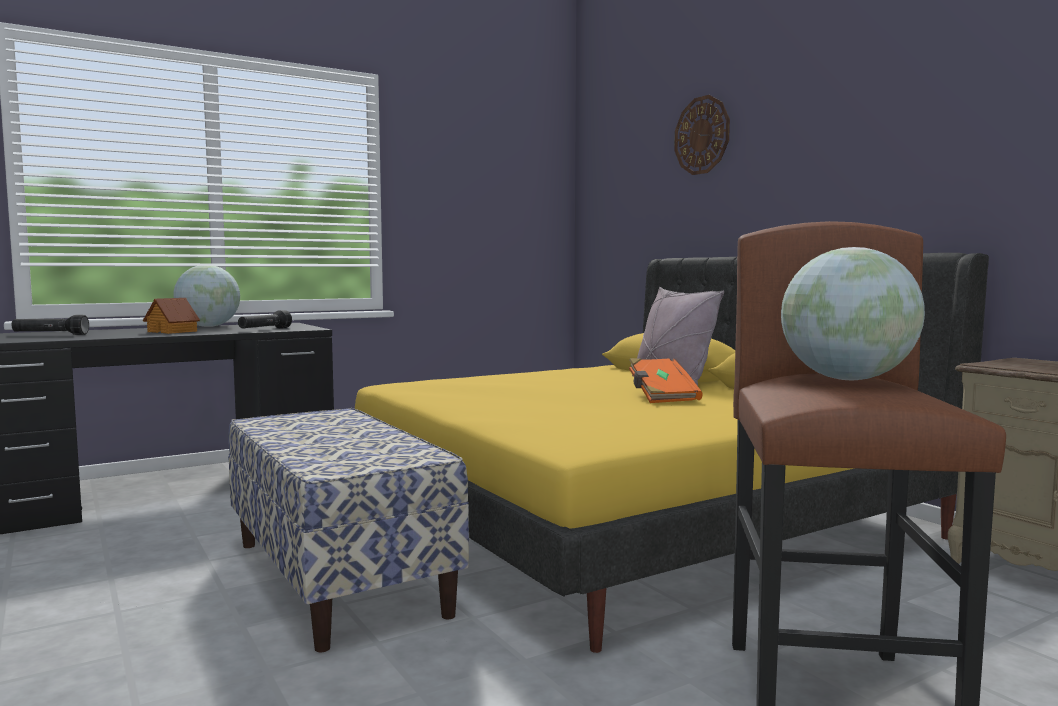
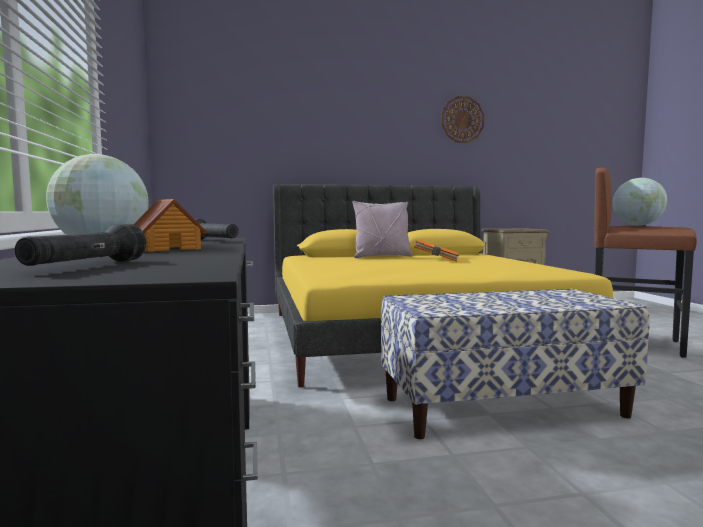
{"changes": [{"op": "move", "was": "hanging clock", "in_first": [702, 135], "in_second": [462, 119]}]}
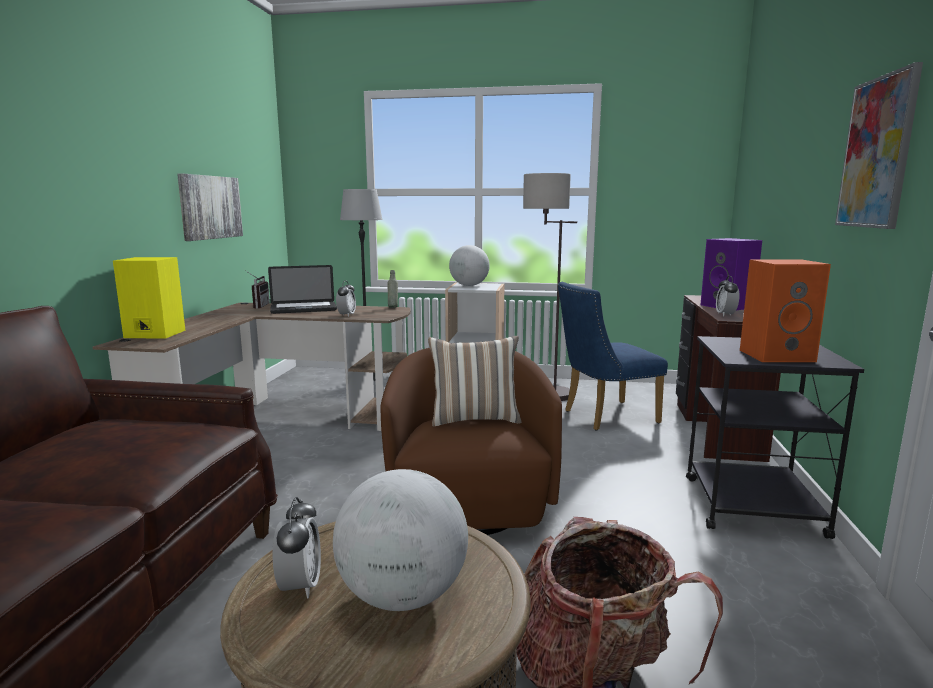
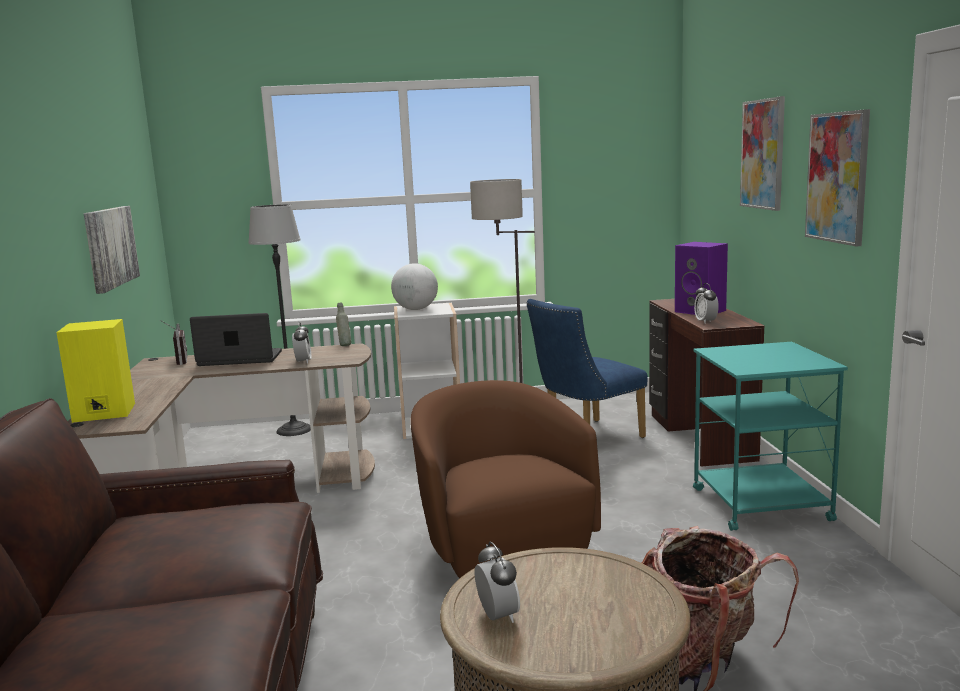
{"changes": [{"op": "rotate", "was": "portable computer", "in_first": [302, 289], "in_second": [236, 339], "clockwise": -150}, {"op": "recolor", "was": "wheeled cart in blackish", "now": "wheeled cart in turquoise-coloured", "in_first": [775, 437], "in_second": [770, 436]}, {"op": "insert", "now": "wall art", "in_second": [762, 153]}, {"op": "delete", "was": "world globe", "in_first": [400, 540]}, {"op": "delete", "was": "throw pillow", "in_first": [475, 381]}, {"op": "delete", "was": "audio speaker in orangey", "in_first": [785, 311]}]}
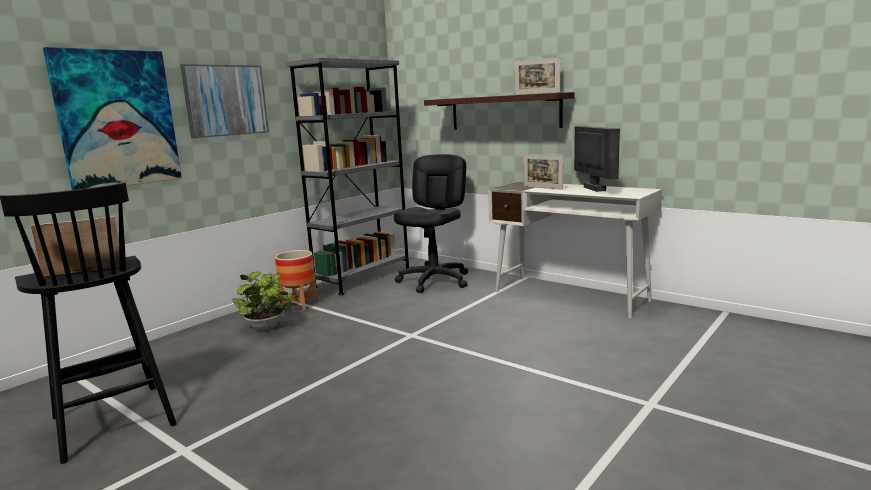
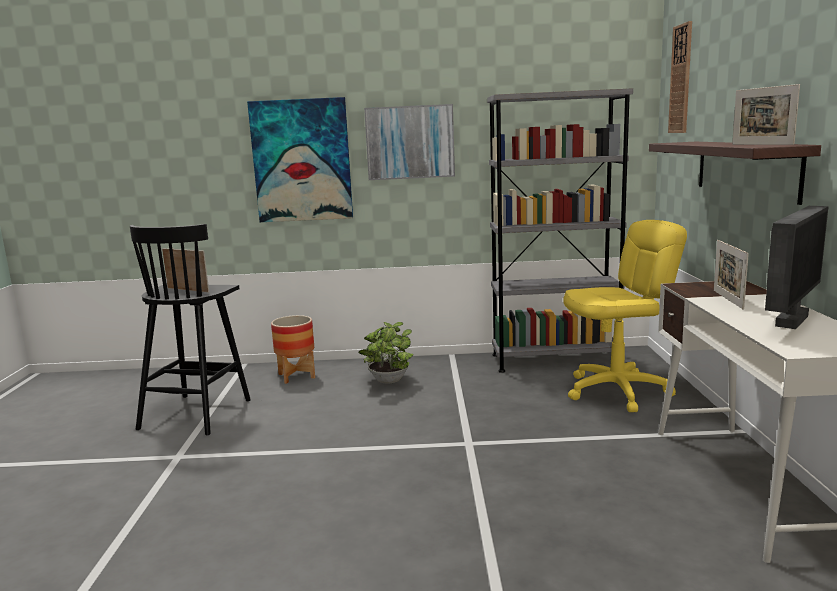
{"changes": [{"op": "move", "was": "plant pot", "in_first": [296, 280], "in_second": [293, 349]}, {"op": "recolor", "was": "computer chair in blackish", "now": "computer chair in yellowish", "in_first": [431, 223], "in_second": [625, 316]}, {"op": "insert", "now": "hanging clock", "in_second": [680, 77]}]}
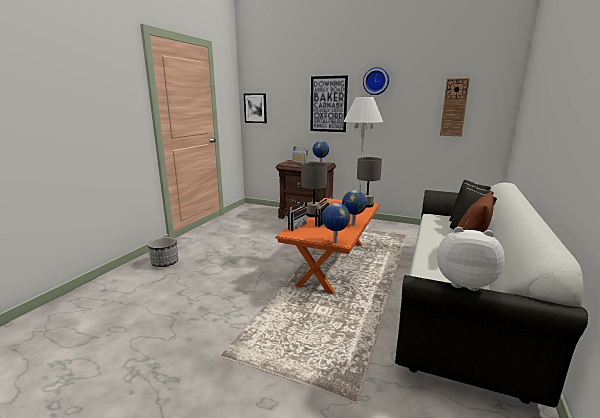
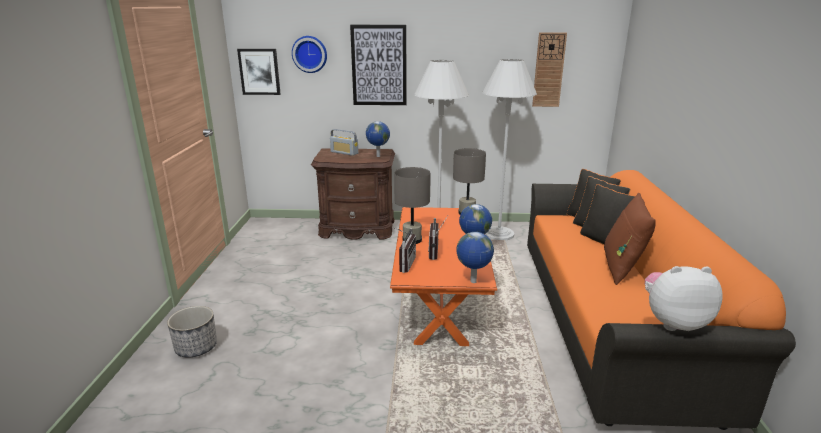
{"changes": [{"op": "move", "was": "hanging clock", "in_first": [376, 81], "in_second": [309, 54]}, {"op": "insert", "now": "standard lamp in white-coloured", "in_second": [509, 149]}, {"op": "recolor", "was": "sofa in white-coloured", "now": "sofa in orangey", "in_first": [491, 293], "in_second": [661, 299]}]}
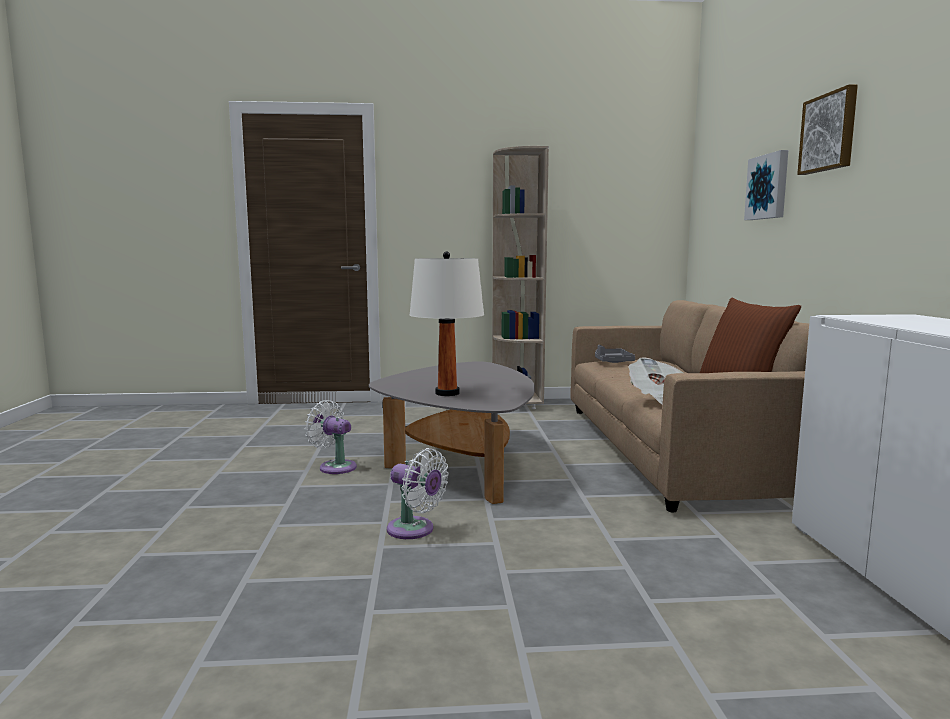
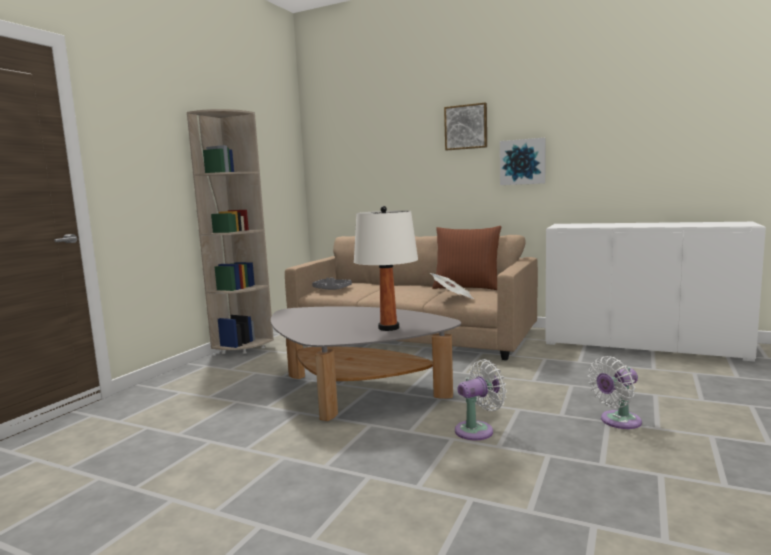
{"changes": [{"op": "move", "was": "wall art", "in_first": [766, 185], "in_second": [523, 161]}, {"op": "move", "was": "fan in white-coloured", "in_first": [331, 437], "in_second": [615, 392]}]}
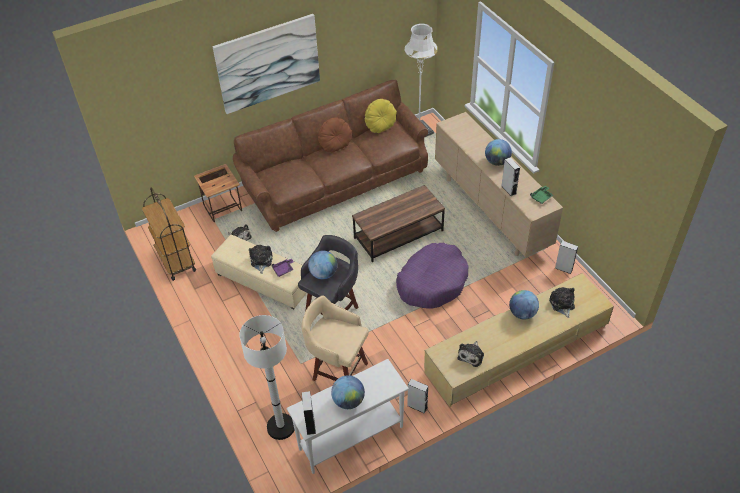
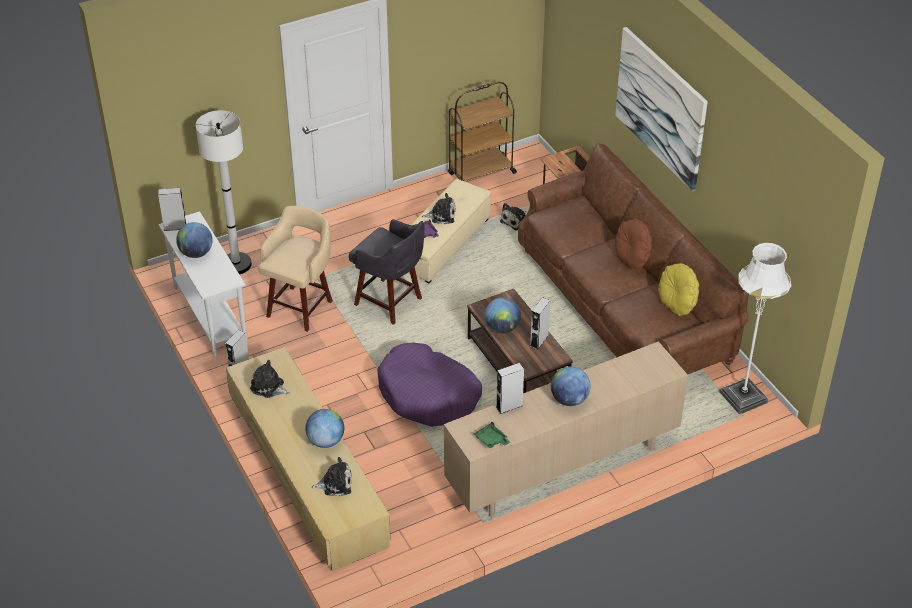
{"changes": [{"op": "move", "was": "world globe", "in_first": [322, 264], "in_second": [503, 315]}, {"op": "move", "was": "audio speaker in grey", "in_first": [566, 257], "in_second": [540, 323]}]}
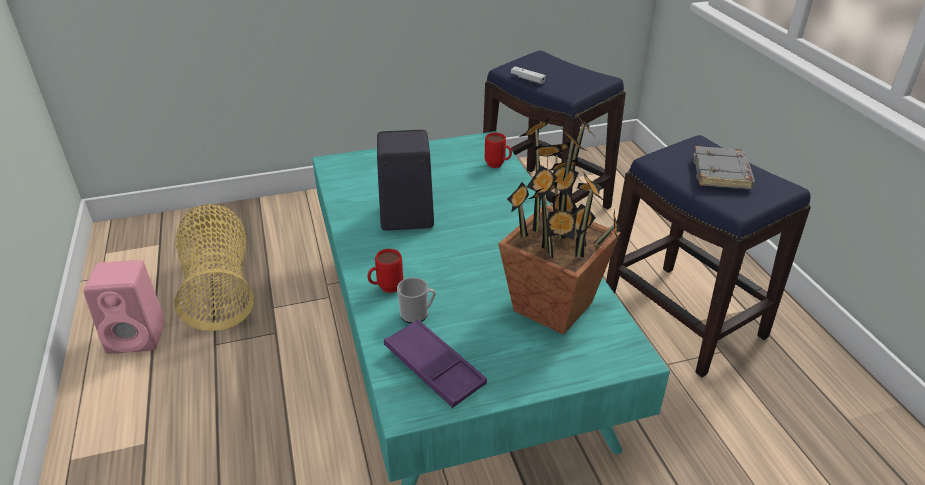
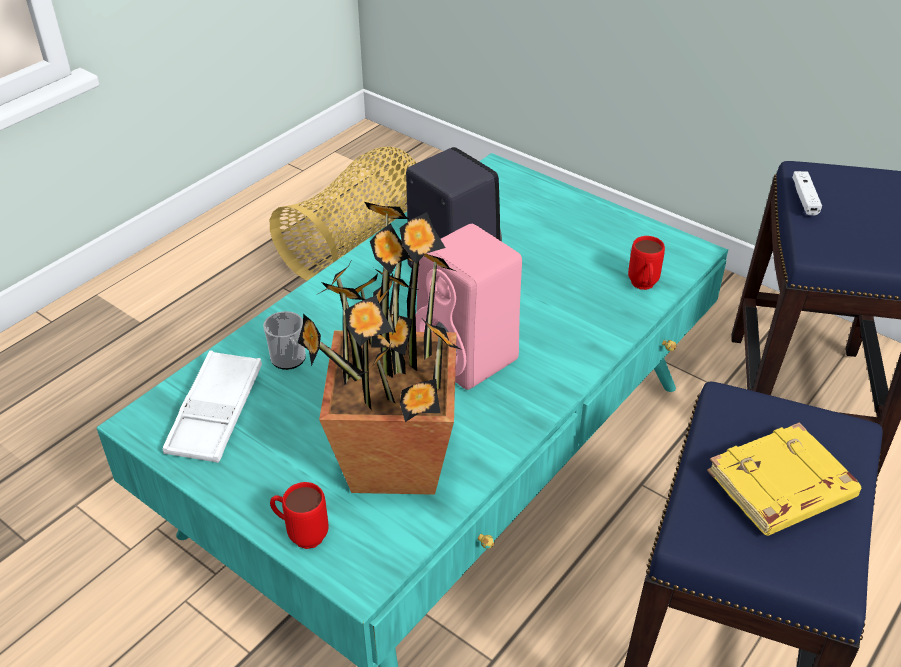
{"changes": [{"op": "recolor", "was": "serving tray in purple", "now": "serving tray in white-coloured", "in_first": [435, 363], "in_second": [212, 407]}, {"op": "move", "was": "coffee mug in red", "in_first": [385, 271], "in_second": [299, 515]}, {"op": "move", "was": "audio speaker in pink", "in_first": [124, 307], "in_second": [469, 307]}, {"op": "recolor", "was": "book in grey", "now": "book in yellowish", "in_first": [724, 167], "in_second": [784, 479]}]}
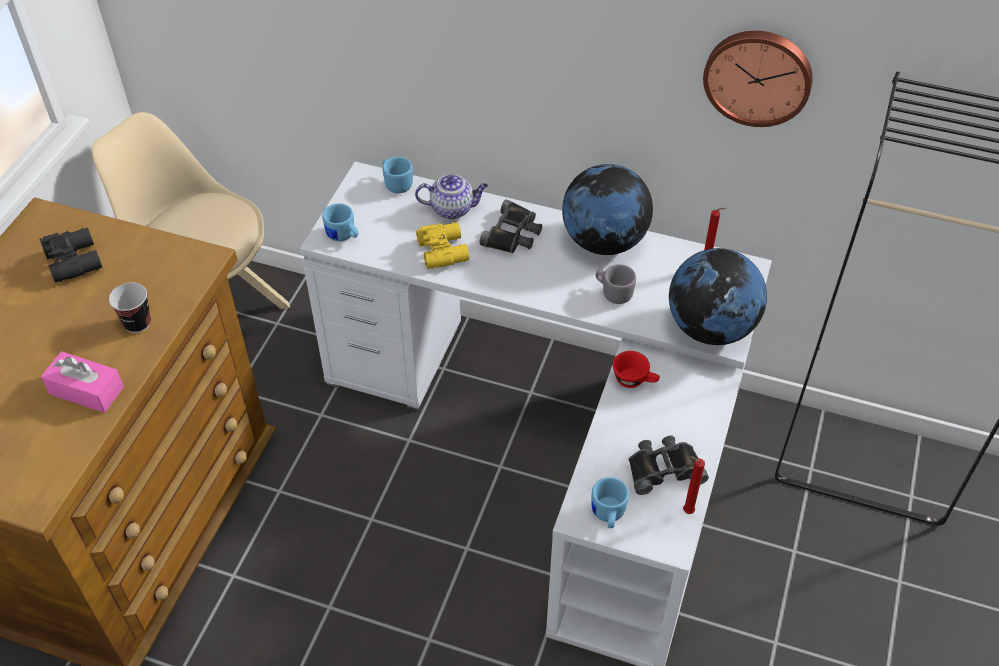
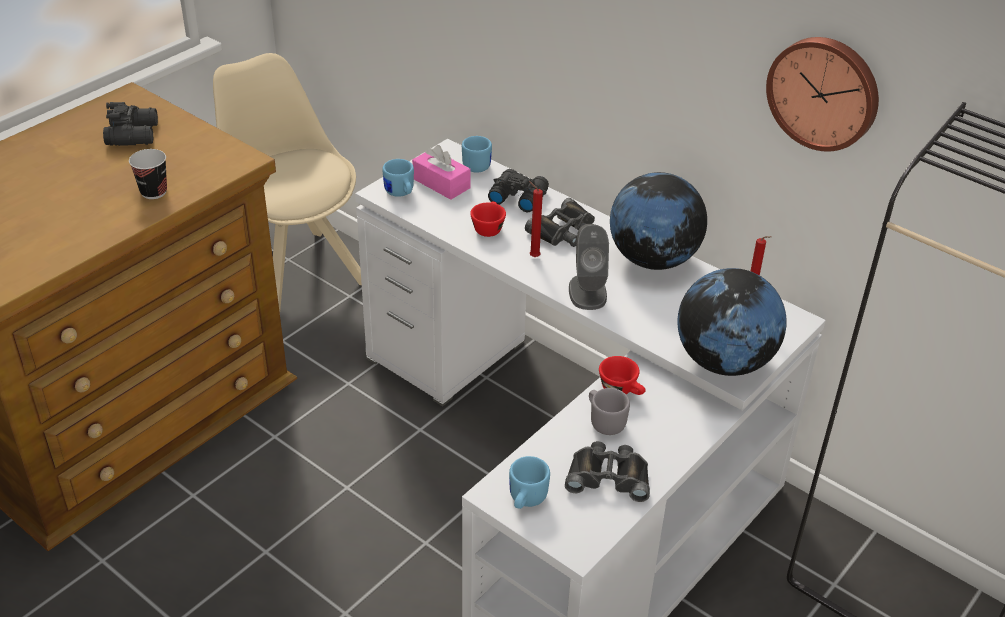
{"changes": [{"op": "move", "was": "tissue holder in pink", "in_first": [82, 382], "in_second": [441, 172]}, {"op": "replace", "was": "binoculars in yellowish", "now": "drinking cup in red", "in_first": [442, 245], "in_second": [488, 219]}, {"op": "replace", "was": "pot for tea", "now": "binoculars in blackish", "in_first": [451, 196], "in_second": [518, 190]}, {"op": "move", "was": "wax light in red", "in_first": [694, 485], "in_second": [536, 219]}, {"op": "insert", "now": "audio speaker in grey", "in_second": [589, 267]}, {"op": "move", "was": "coffee mug in grey", "in_first": [616, 284], "in_second": [609, 411]}]}
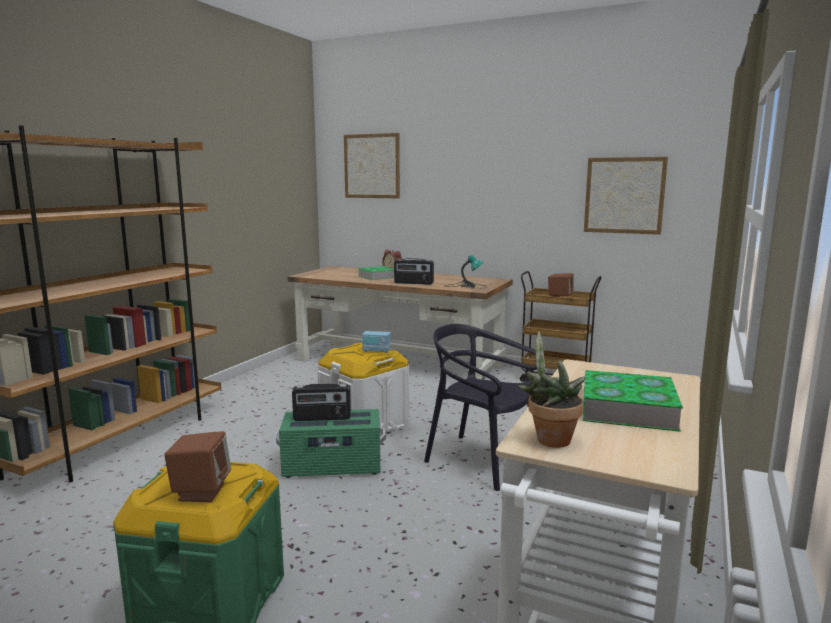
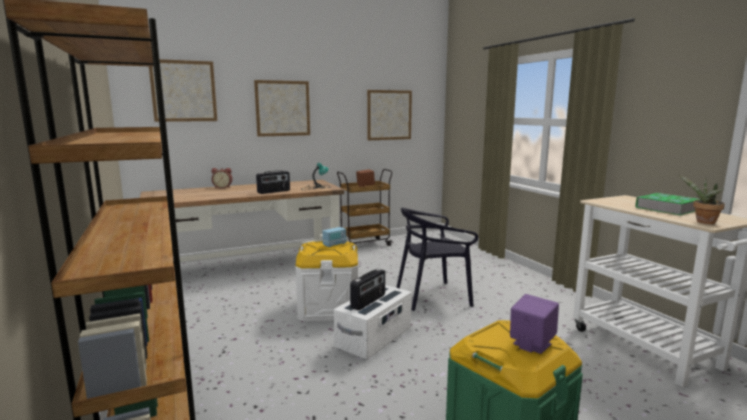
{"changes": [{"op": "insert", "now": "wall art", "in_second": [282, 108]}, {"op": "recolor", "was": "storage bin in green", "now": "storage bin in white-coloured", "in_first": [331, 443], "in_second": [373, 322]}, {"op": "recolor", "was": "audio speaker in brown-coloured", "now": "audio speaker in purple", "in_first": [197, 466], "in_second": [534, 324]}, {"op": "delete", "was": "book", "in_first": [376, 273]}]}
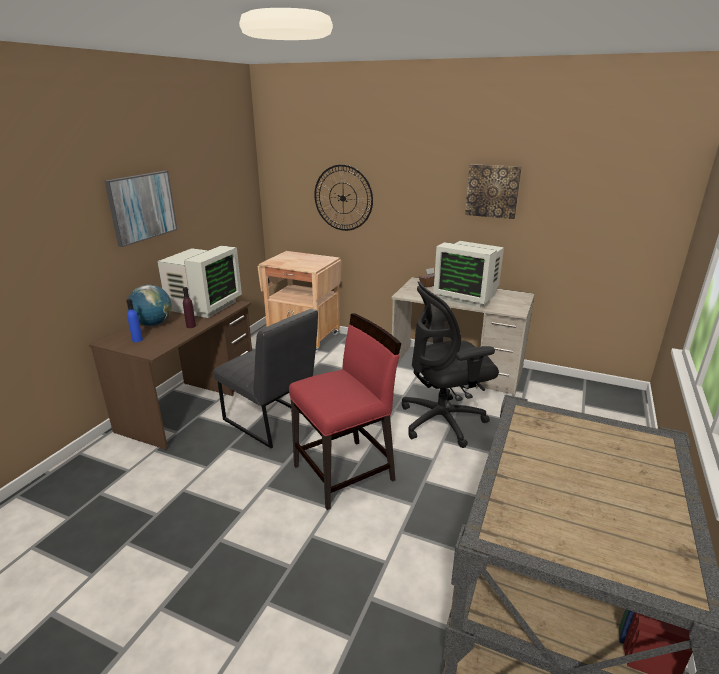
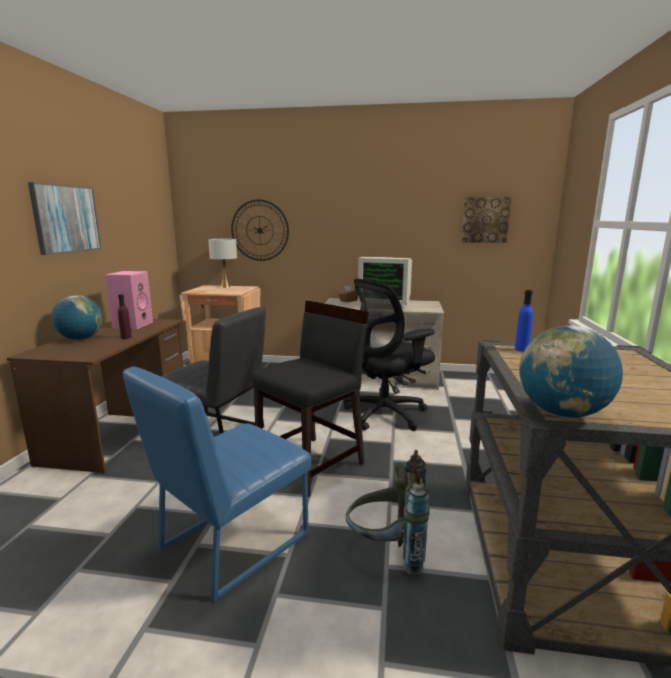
{"changes": [{"op": "replace", "was": "monitor", "now": "audio speaker in pink", "in_first": [199, 281], "in_second": [129, 300]}, {"op": "insert", "now": "chair in blue-coloured", "in_second": [217, 484]}, {"op": "insert", "now": "tabletop lamp in white-coloured", "in_second": [222, 263]}, {"op": "recolor", "was": "chair in red", "now": "chair in blackish", "in_first": [345, 411], "in_second": [310, 399]}, {"op": "insert", "now": "backpack in grey", "in_second": [388, 512]}, {"op": "move", "was": "wall art", "in_first": [493, 191], "in_second": [486, 220]}, {"op": "move", "was": "bottle in blue-coloured", "in_first": [134, 320], "in_second": [524, 321]}, {"op": "insert", "now": "world globe", "in_second": [571, 371]}]}
